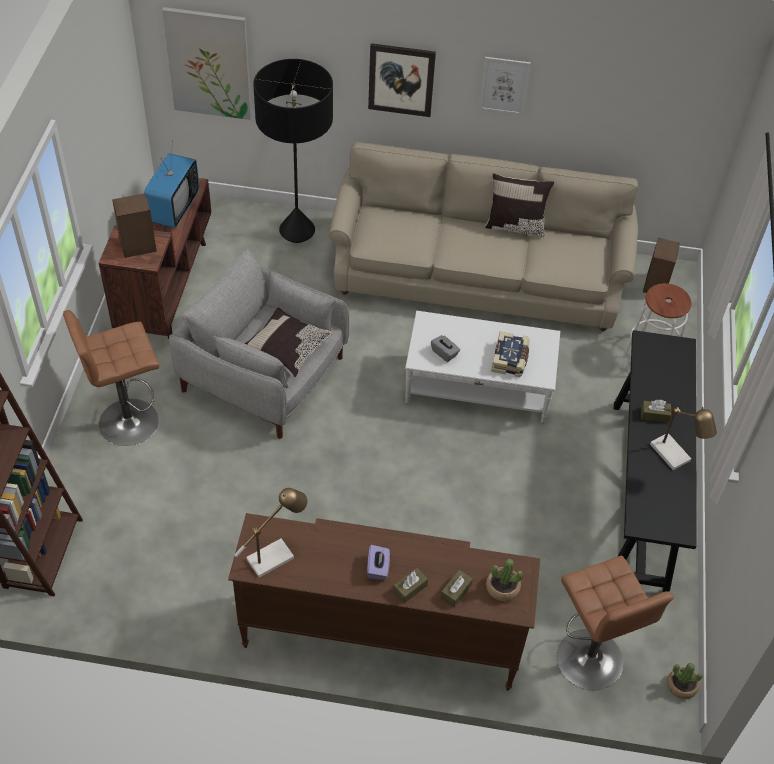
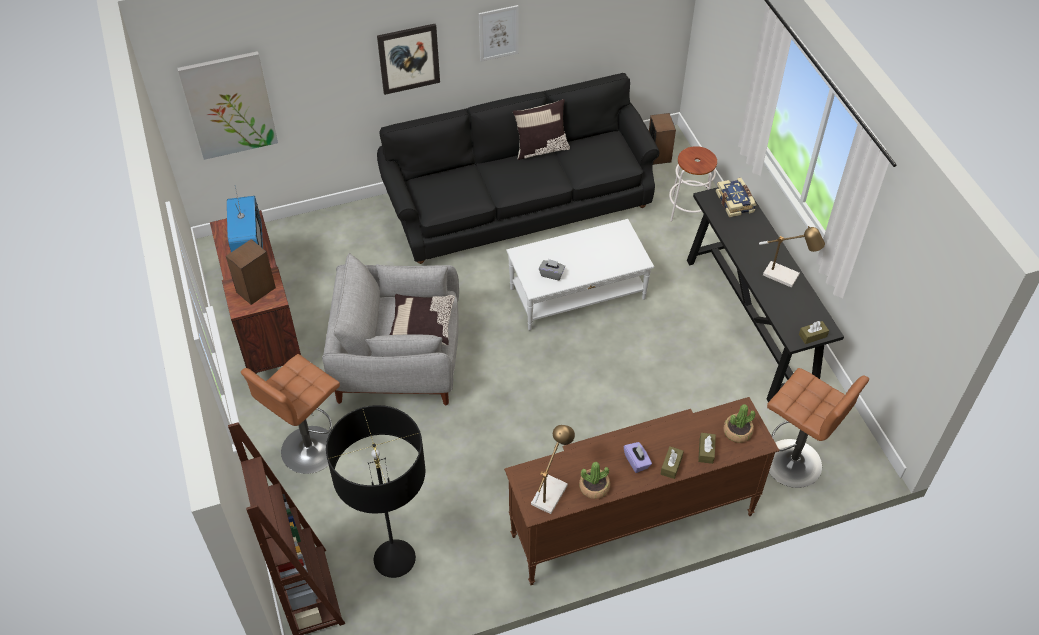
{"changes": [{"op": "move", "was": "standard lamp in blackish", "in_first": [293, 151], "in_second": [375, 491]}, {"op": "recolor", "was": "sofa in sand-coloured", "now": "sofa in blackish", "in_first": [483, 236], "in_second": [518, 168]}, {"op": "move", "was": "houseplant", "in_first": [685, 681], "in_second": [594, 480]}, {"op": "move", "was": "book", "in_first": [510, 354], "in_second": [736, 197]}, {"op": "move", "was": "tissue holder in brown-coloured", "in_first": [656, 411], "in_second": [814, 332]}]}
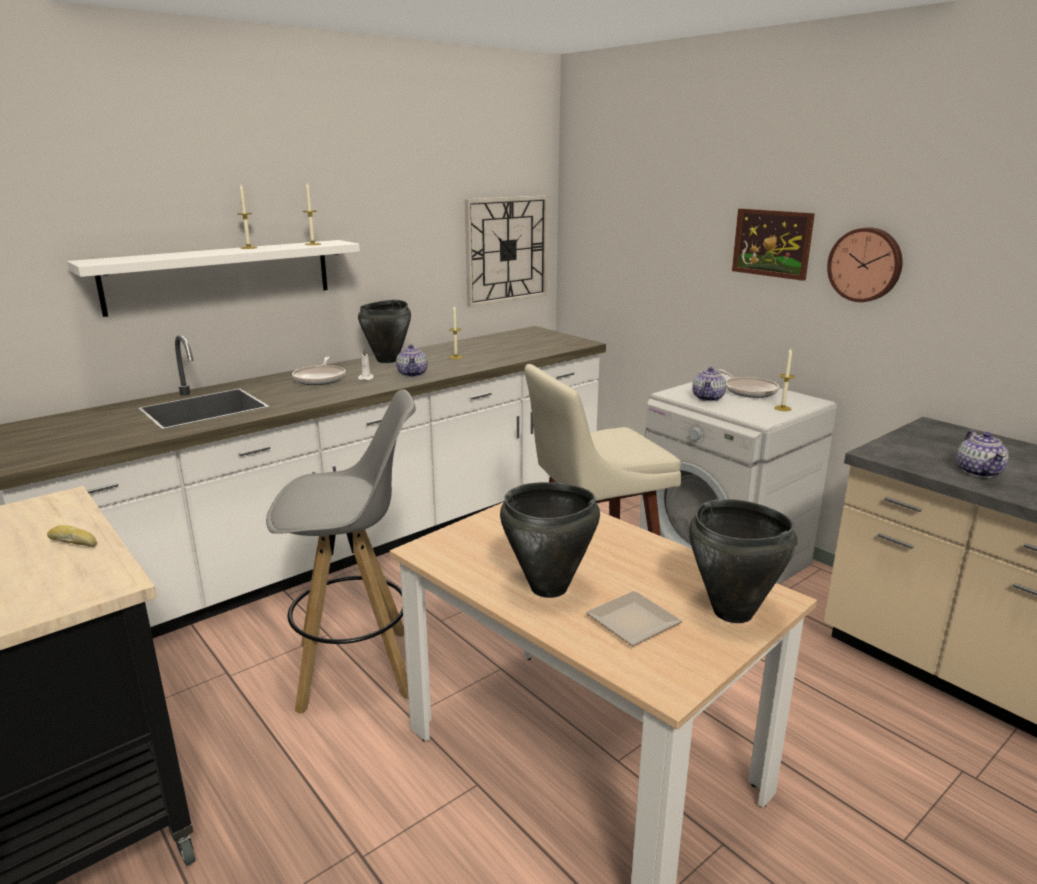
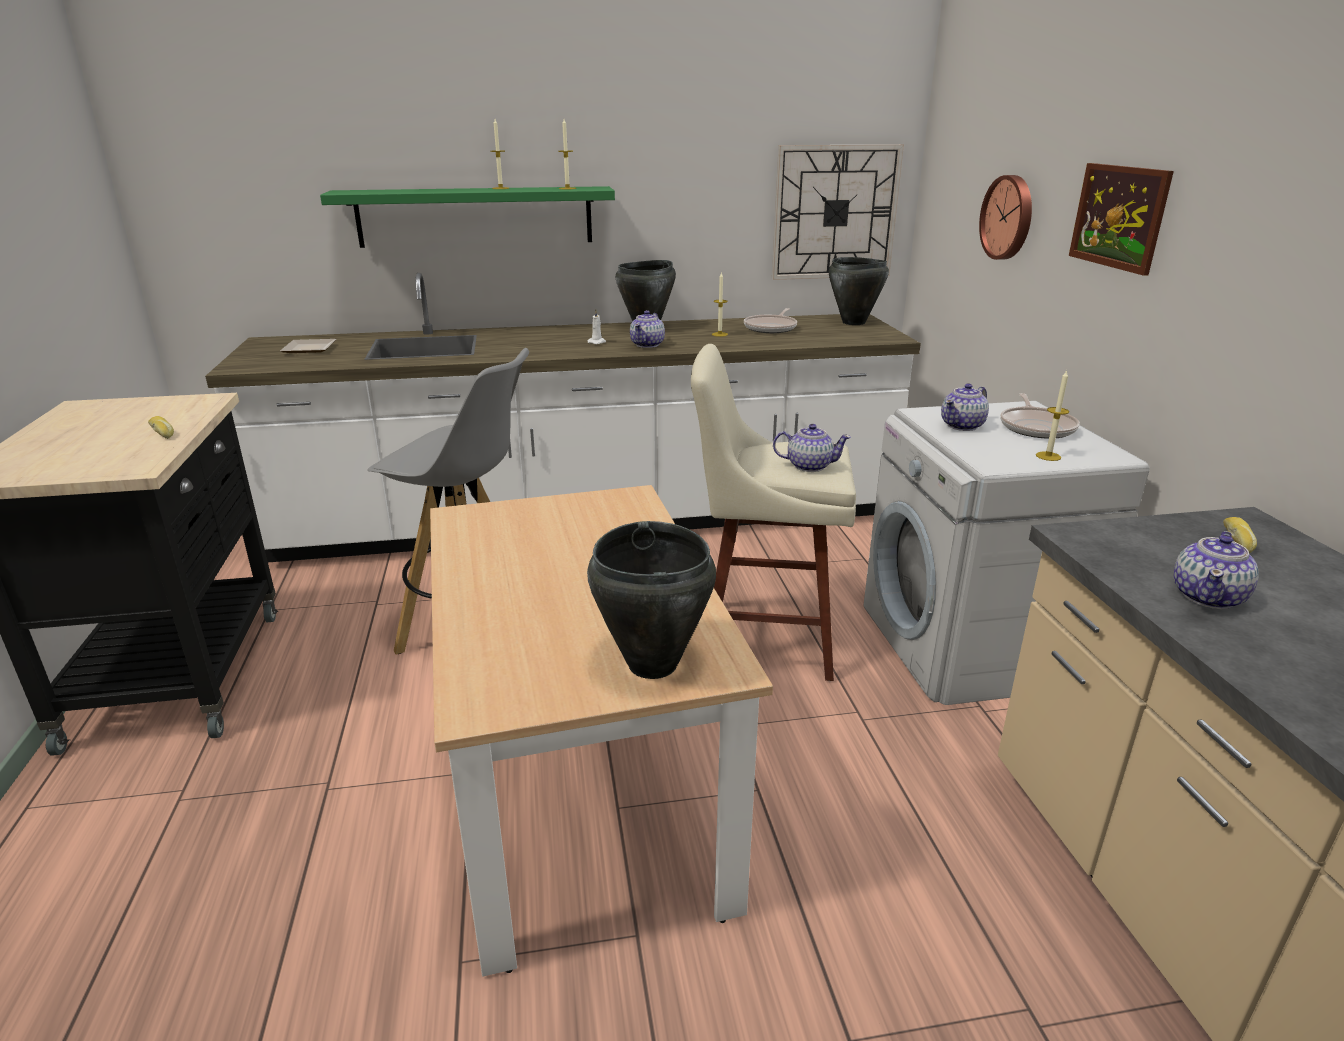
{"changes": [{"op": "move", "was": "plate", "in_first": [634, 618], "in_second": [308, 346]}, {"op": "recolor", "was": "shelf in white-coloured", "now": "shelf in green", "in_first": [213, 278], "in_second": [467, 217]}, {"op": "move", "was": "skillet", "in_first": [319, 371], "in_second": [770, 320]}, {"op": "insert", "now": "pot for tea", "in_second": [812, 448]}, {"op": "move", "was": "stockpot in blackish", "in_first": [550, 540], "in_second": [859, 291]}, {"op": "move", "was": "hanging clock", "in_first": [865, 264], "in_second": [1005, 217]}, {"op": "insert", "now": "bakery bread", "in_second": [1240, 535]}]}
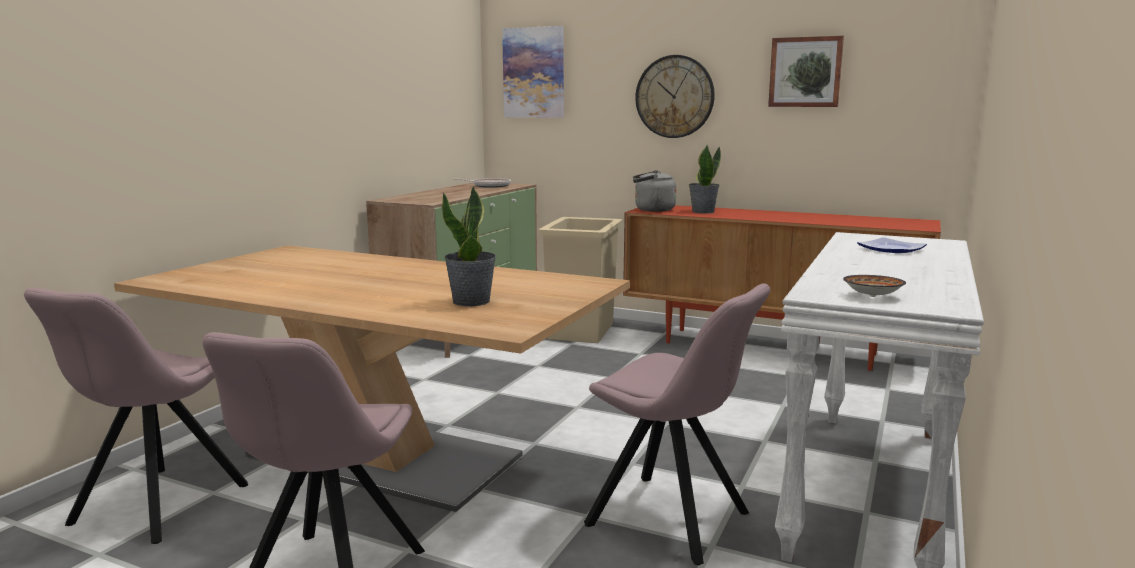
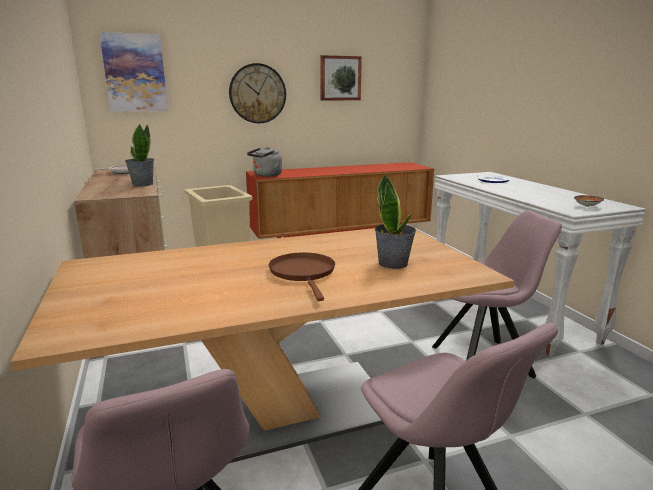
{"changes": [{"op": "move", "was": "houseplant", "in_first": [705, 179], "in_second": [139, 154]}, {"op": "insert", "now": "skillet in brown-coloured", "in_second": [302, 277]}]}
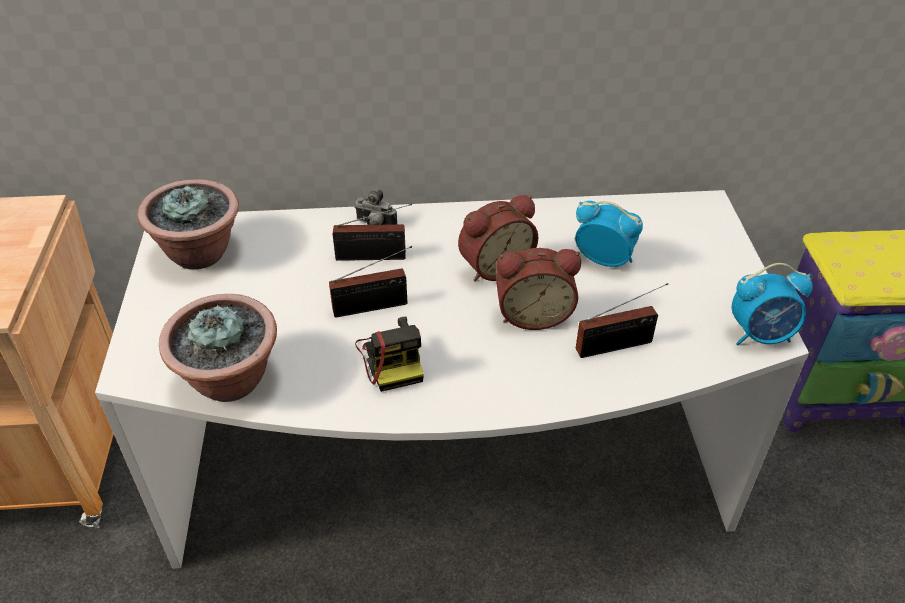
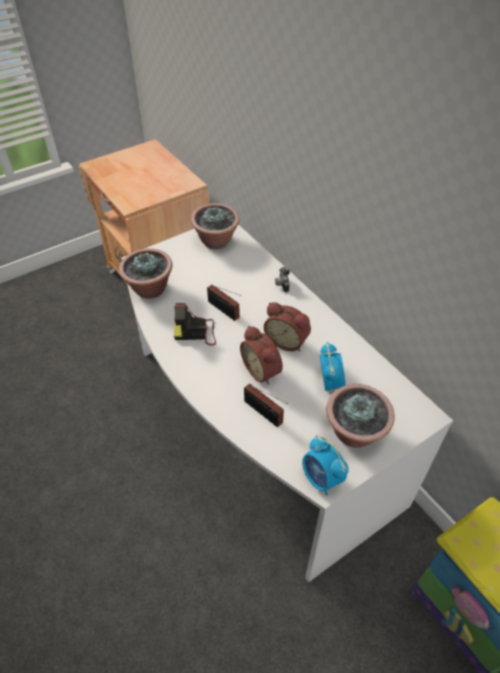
{"changes": [{"op": "rotate", "was": "photo camera", "in_first": [389, 354], "in_second": [195, 324], "clockwise": 45}, {"op": "insert", "now": "houseplant", "in_second": [360, 416]}, {"op": "delete", "was": "radio set", "in_first": [372, 232]}]}
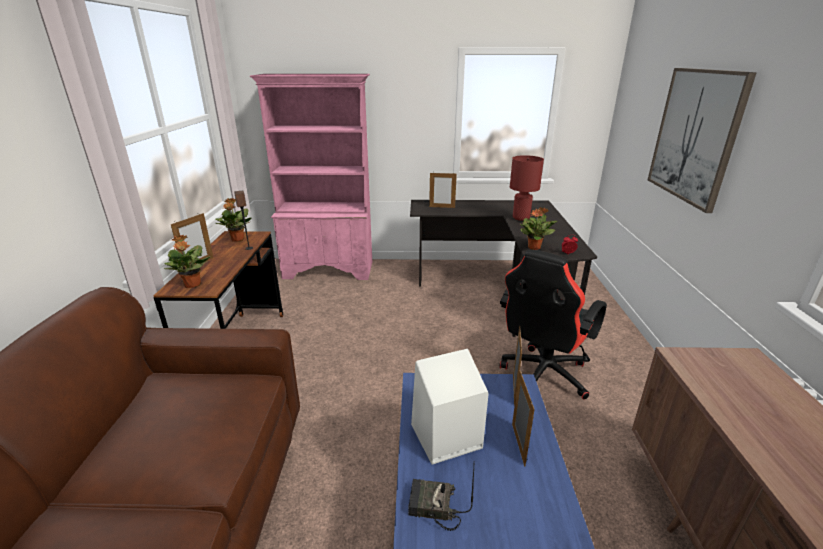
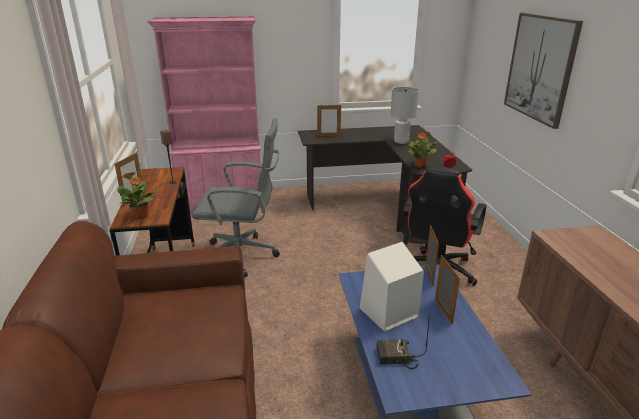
{"changes": [{"op": "insert", "now": "computer chair in grey", "in_second": [236, 197]}, {"op": "recolor", "was": "tabletop lamp in red", "now": "tabletop lamp in grey", "in_first": [527, 188], "in_second": [404, 115]}, {"op": "delete", "was": "houseplant", "in_first": [233, 219]}]}
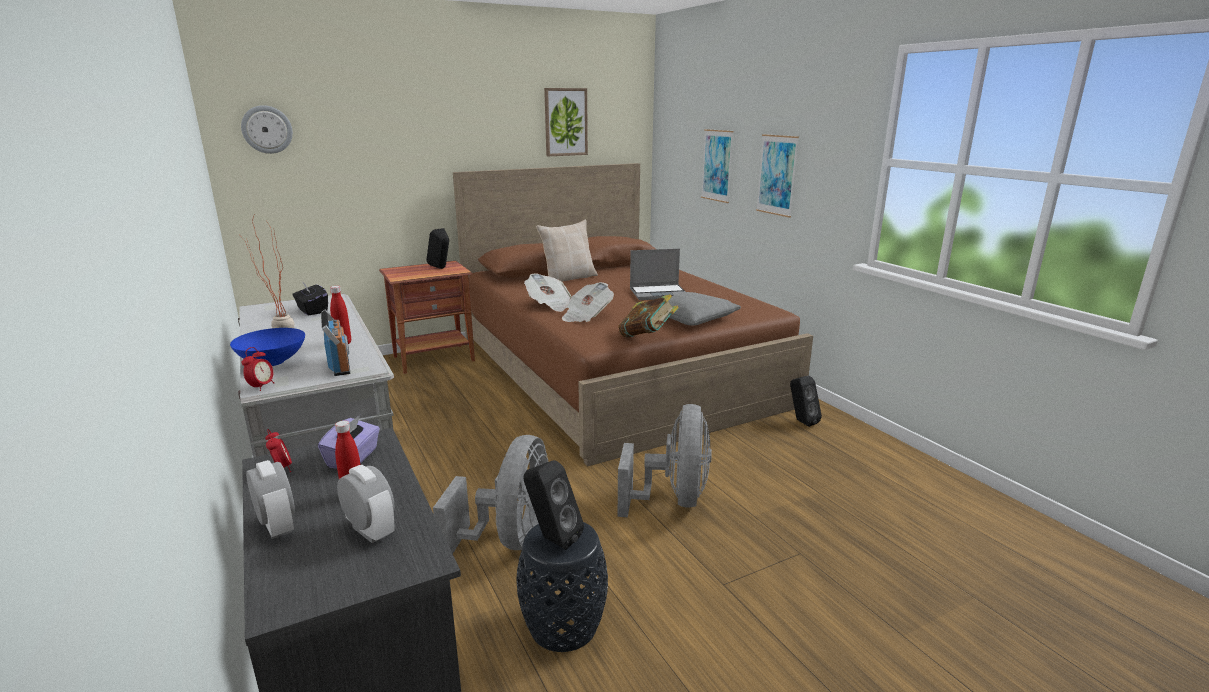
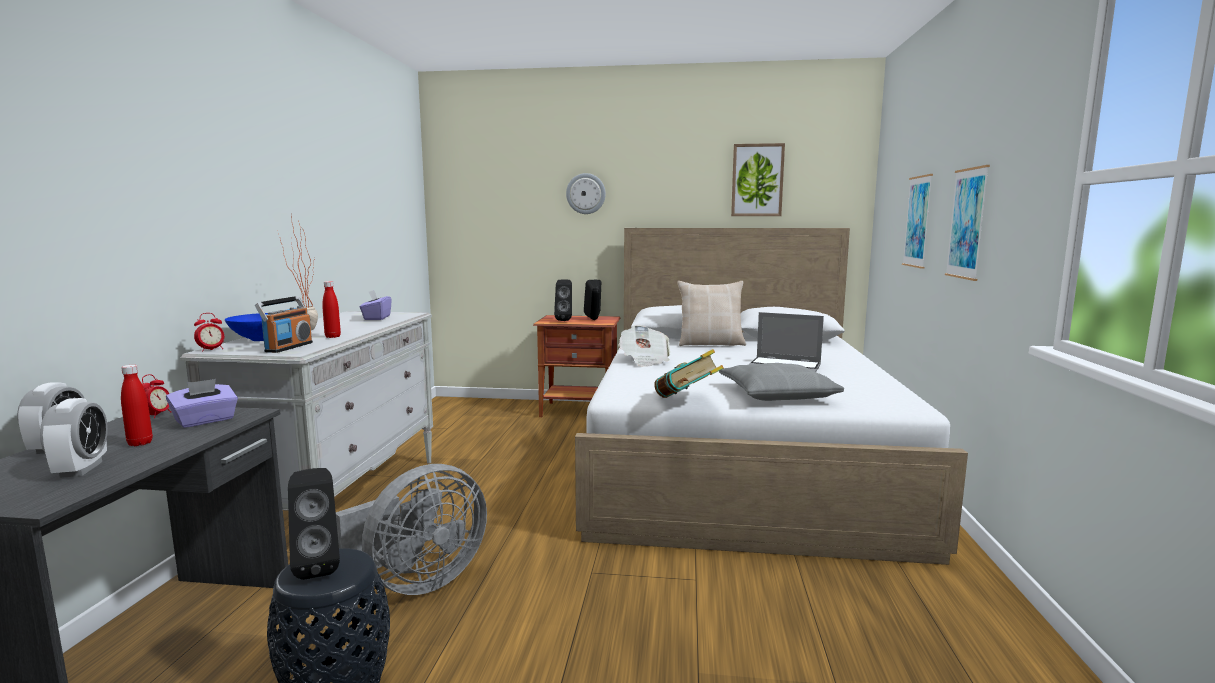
{"changes": [{"op": "recolor", "was": "tissue holder in blackish", "now": "tissue holder in purple", "in_first": [310, 298], "in_second": [376, 305]}, {"op": "move", "was": "audio speaker in blackish", "in_first": [806, 401], "in_second": [563, 300]}, {"op": "move", "was": "hanging clock", "in_first": [267, 129], "in_second": [586, 193]}, {"op": "recolor", "was": "bedroom bed in brown-coloured", "now": "bedroom bed in white-coloured", "in_first": [633, 314], "in_second": [771, 396]}, {"op": "delete", "was": "daily paper", "in_first": [588, 302]}, {"op": "delete", "was": "fan in grey", "in_first": [665, 461]}]}
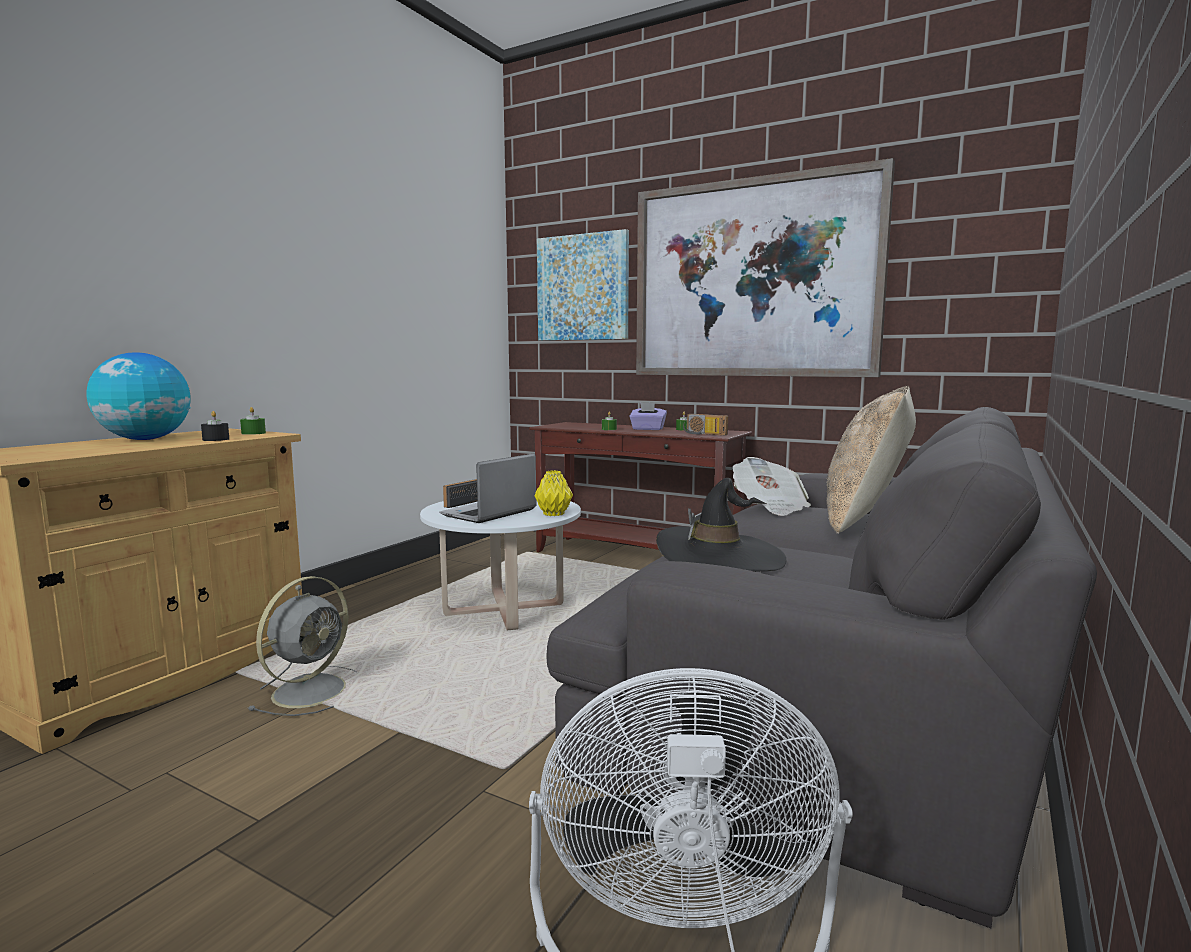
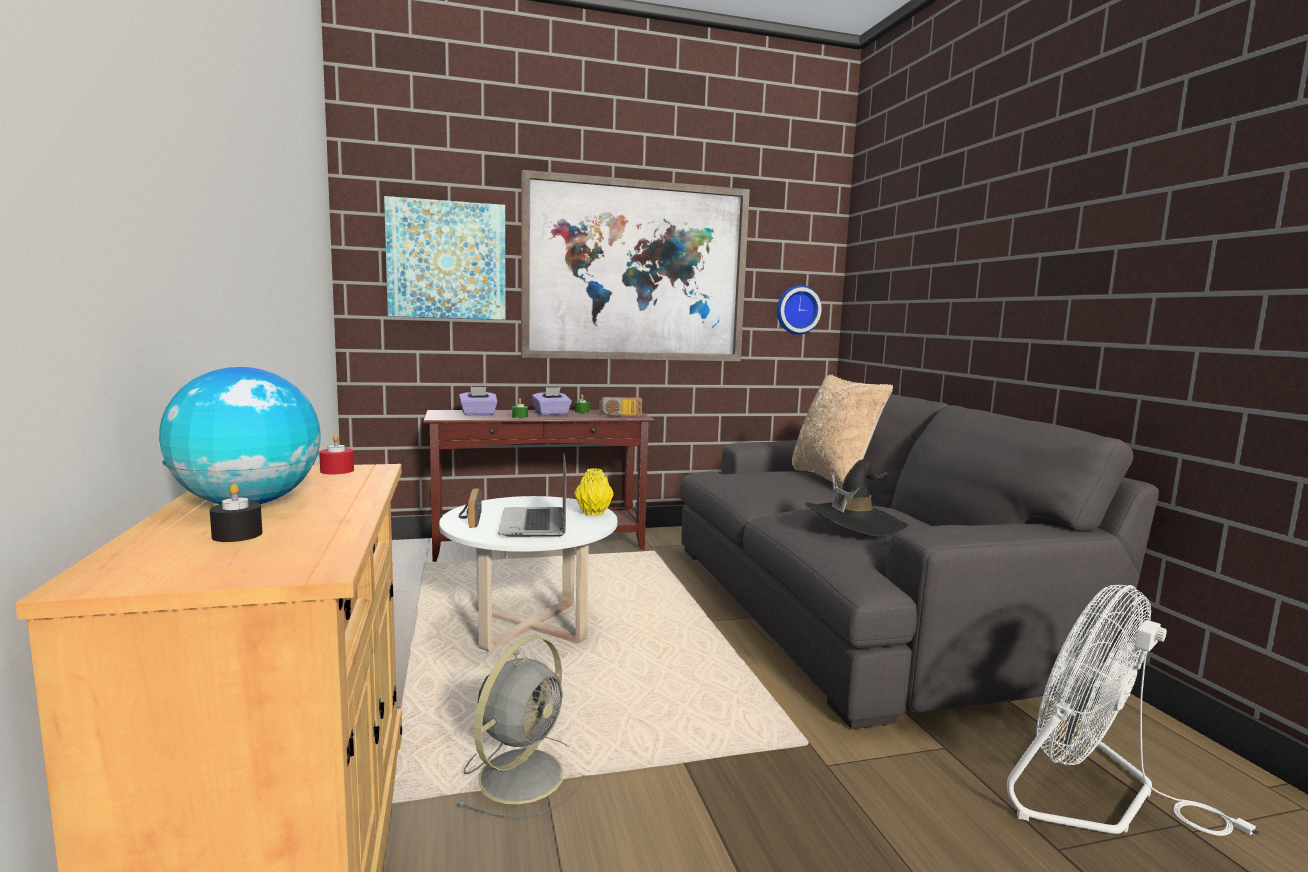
{"changes": [{"op": "move", "was": "wax light in blackish", "in_first": [215, 426], "in_second": [236, 513]}, {"op": "recolor", "was": "wax light in green", "now": "wax light in red", "in_first": [253, 421], "in_second": [336, 454]}, {"op": "rotate", "was": "fan in grey", "in_first": [302, 646], "in_second": [519, 727], "clockwise": 45}, {"op": "insert", "now": "tissue holder in purple", "in_second": [478, 401]}, {"op": "insert", "now": "hanging clock", "in_second": [799, 310]}, {"op": "delete", "was": "daily paper", "in_first": [771, 486]}]}
